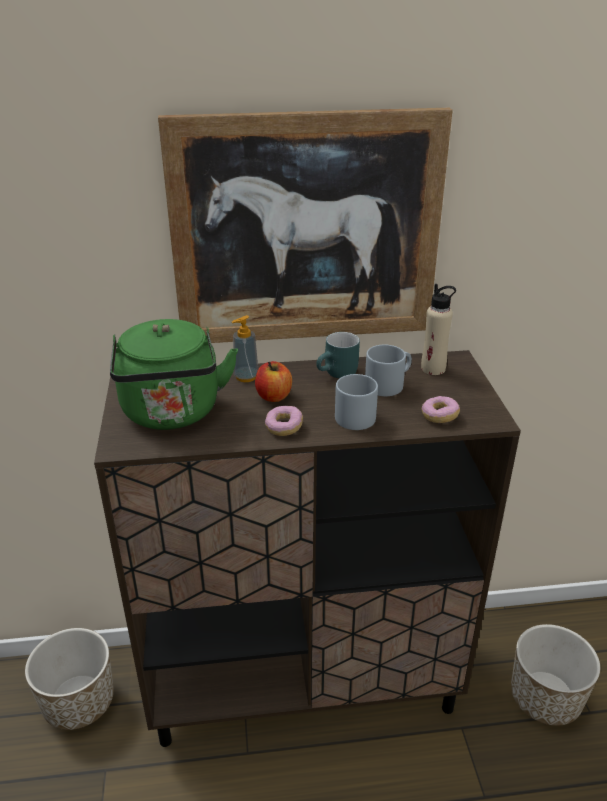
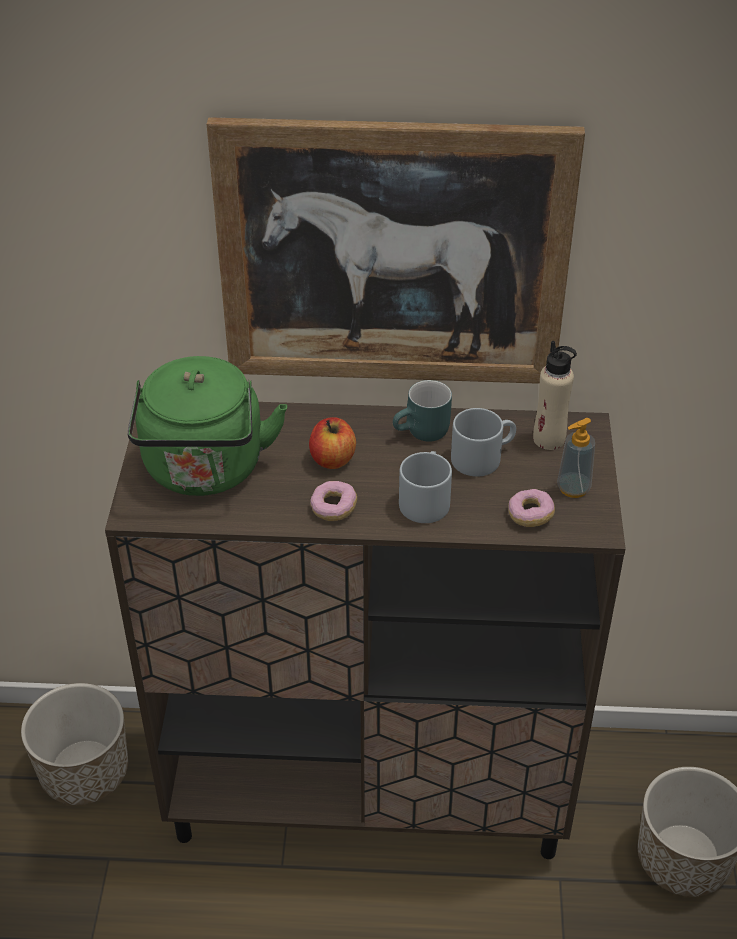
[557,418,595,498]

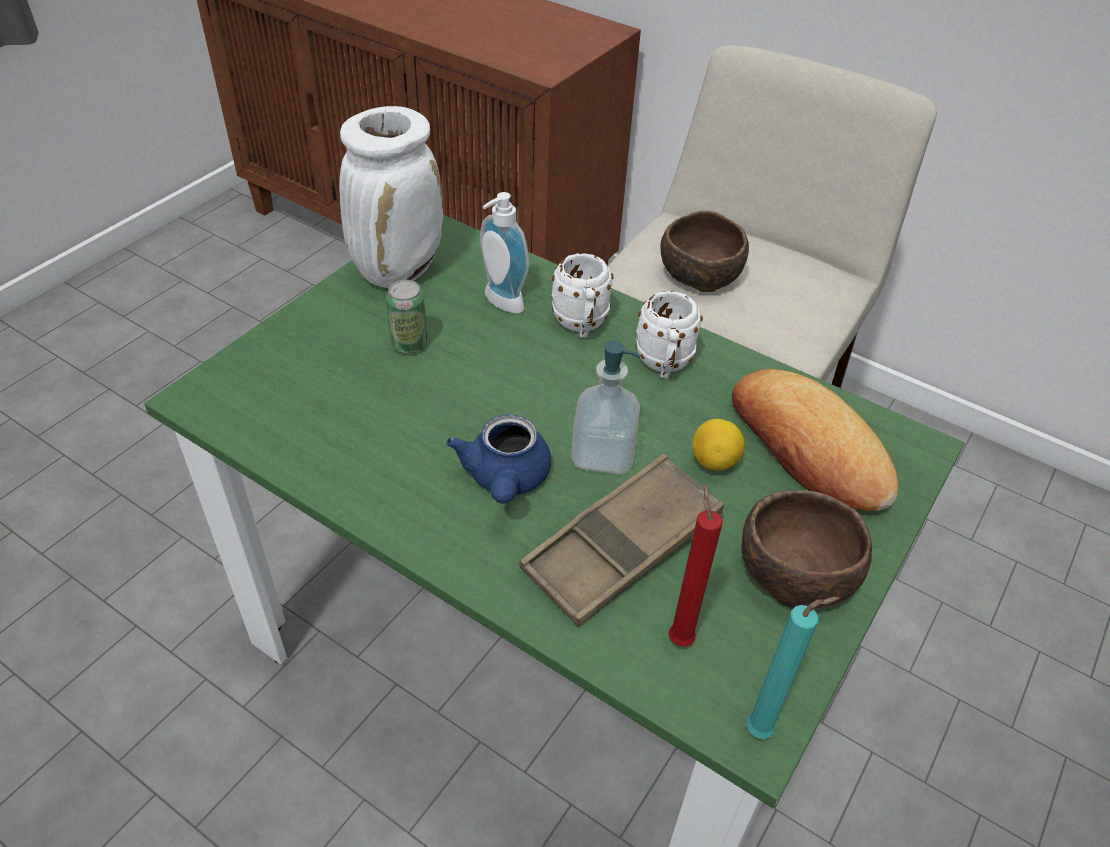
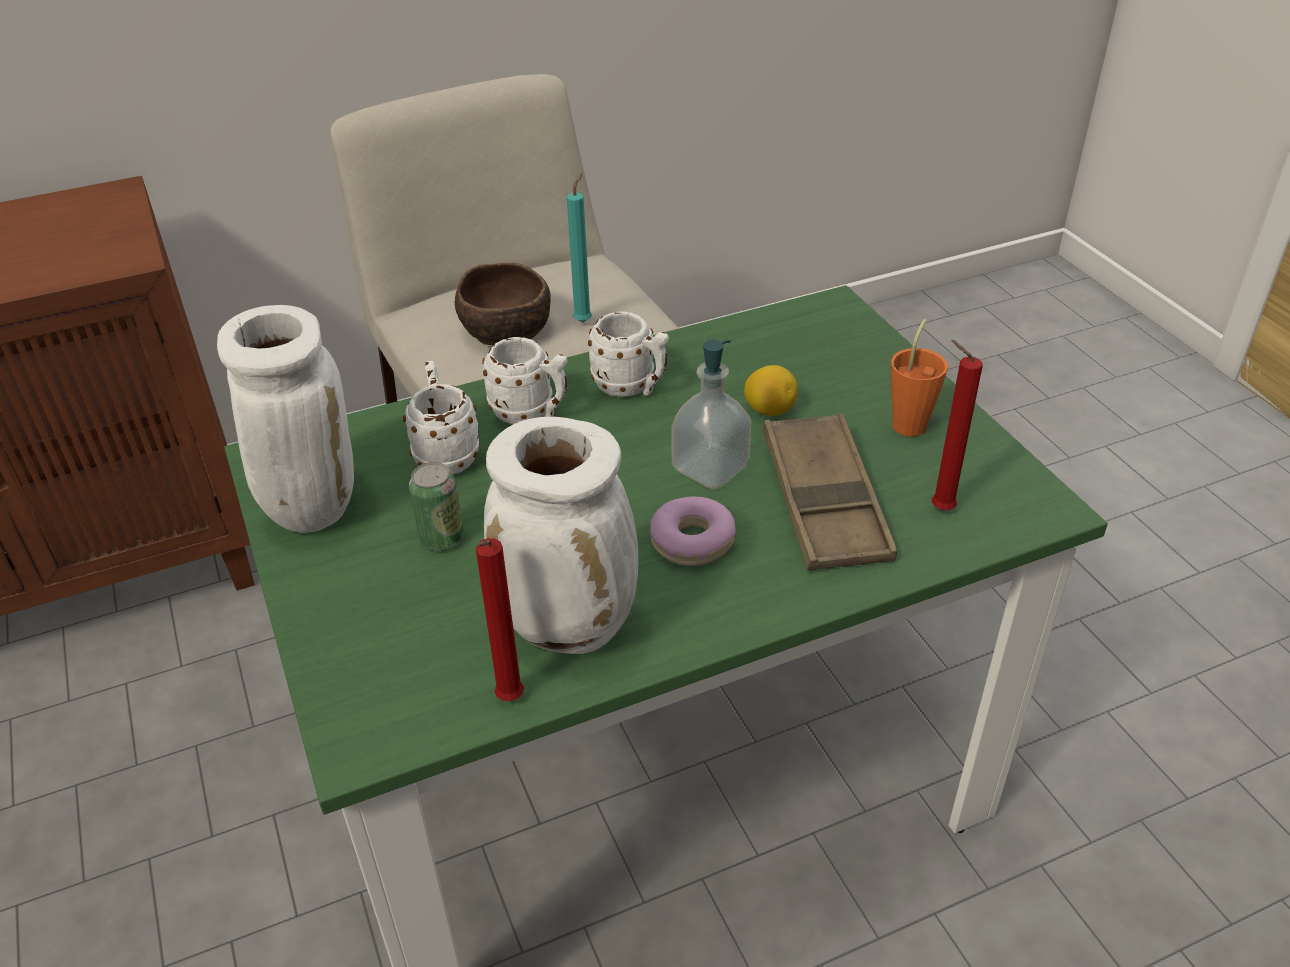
[403,361,479,475]
[732,369,898,511] (first image)
[650,497,736,566]
[891,319,948,437]
[567,173,592,322]
[484,417,638,654]
[476,538,524,701]

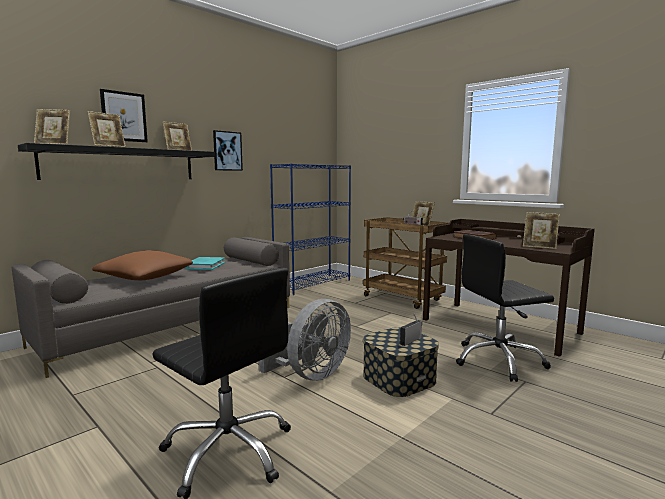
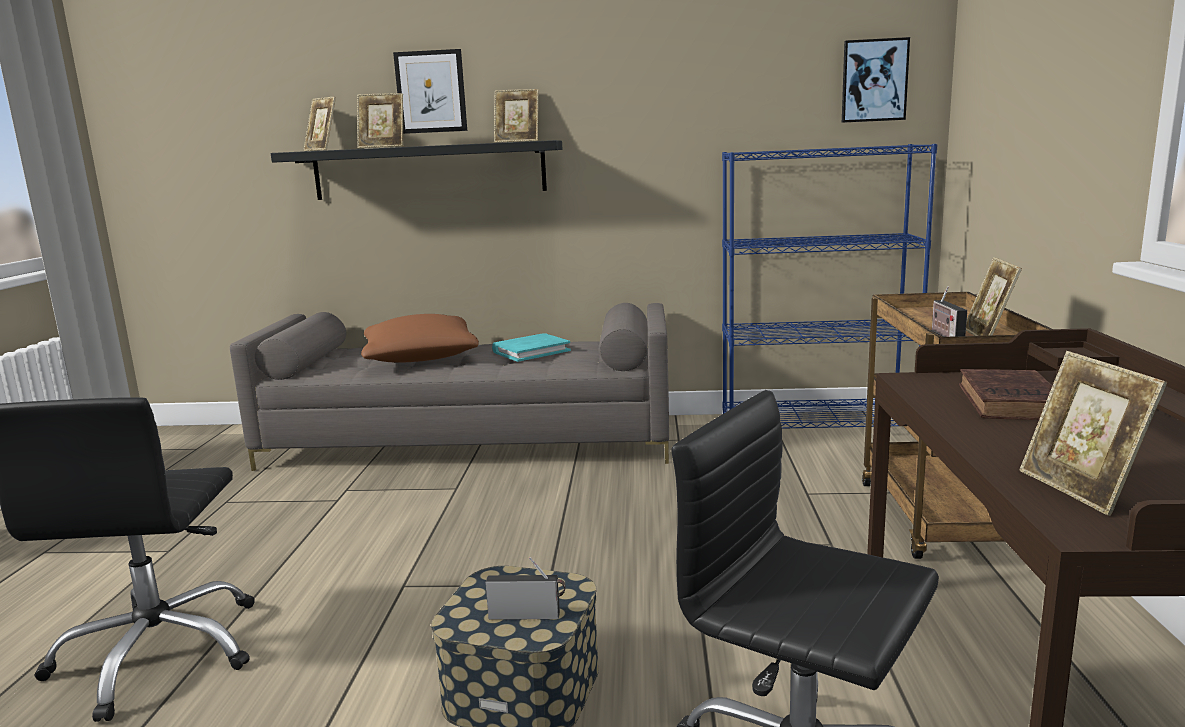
[842,37,910,123]
[259,299,351,381] (first image)

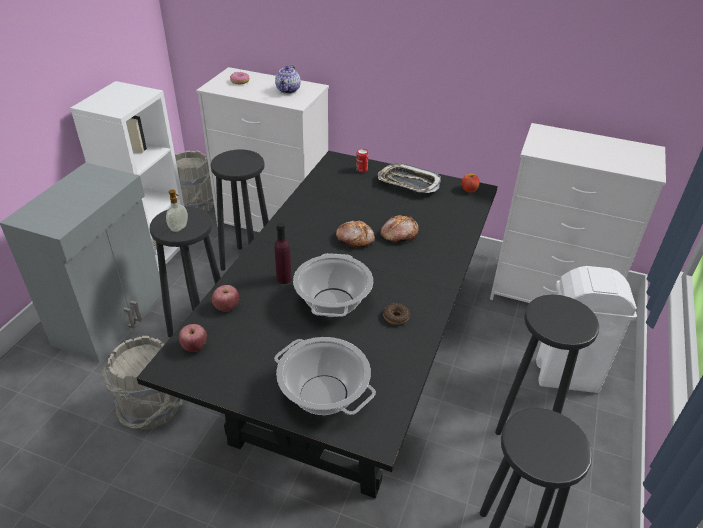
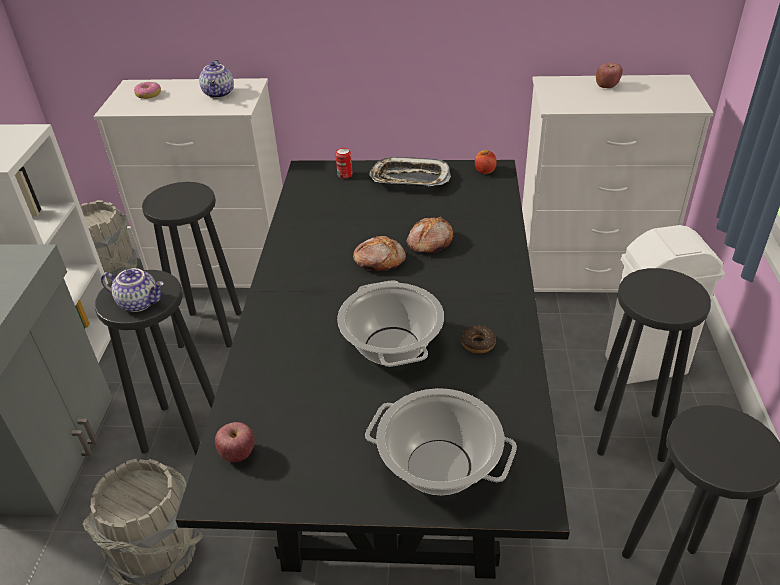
[101,268,164,312]
[274,223,292,284] (first image)
[596,62,623,88]

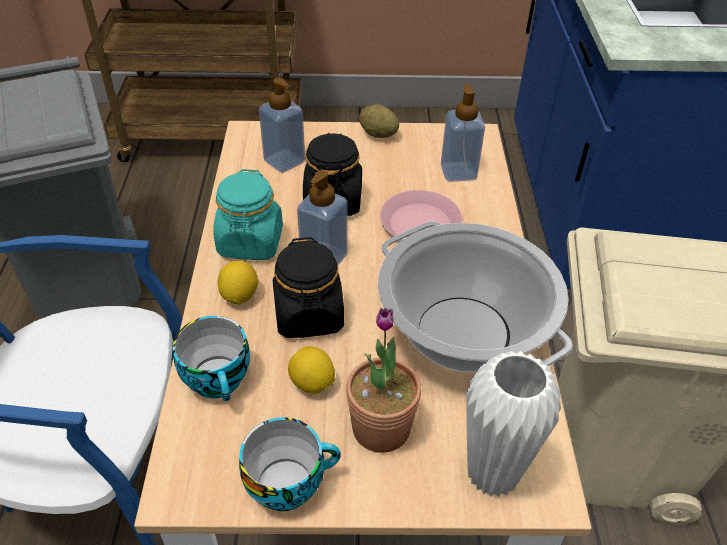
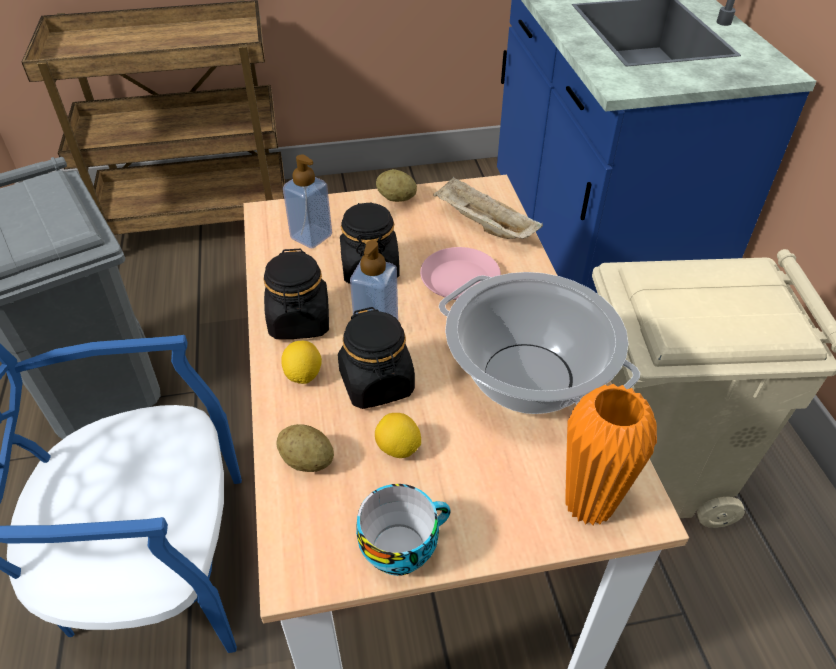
[433,176,543,239]
[263,249,329,339]
[346,308,421,453] (first image)
[276,424,334,472]
[565,384,657,525]

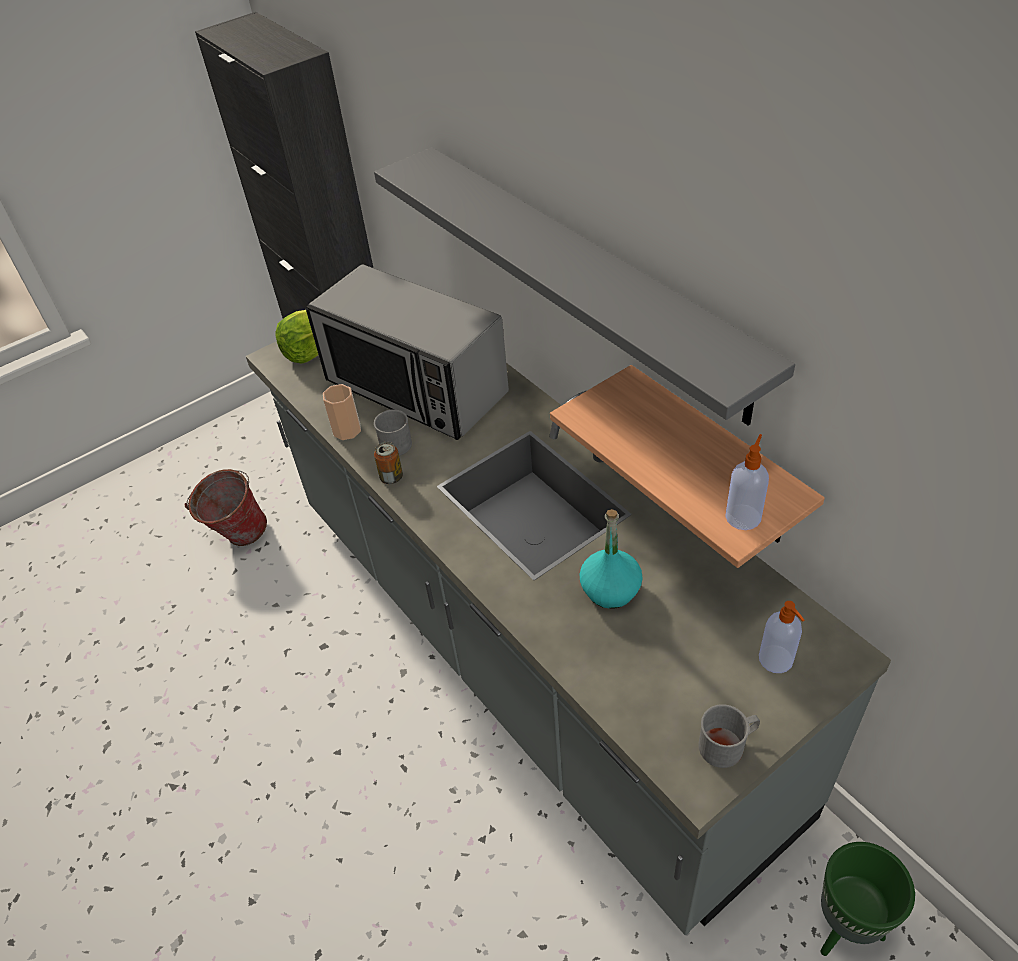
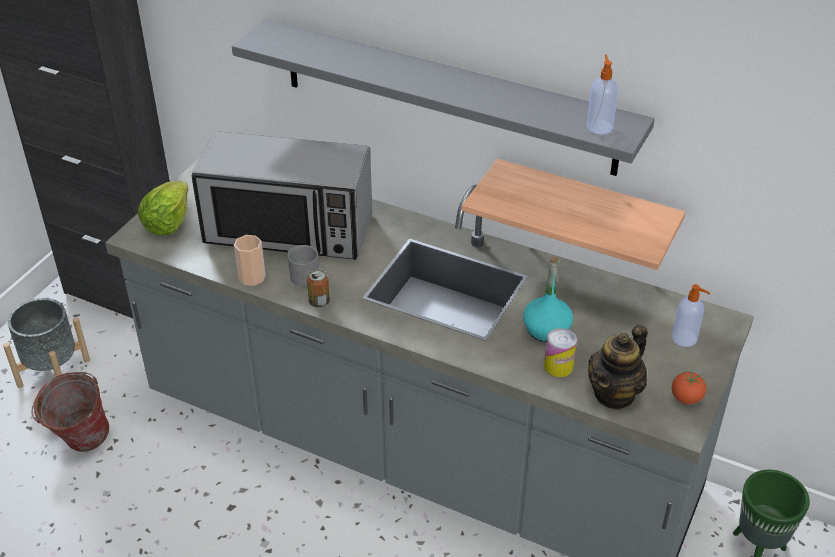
[586,54,618,135]
[672,372,706,404]
[3,298,90,388]
[588,325,648,410]
[544,328,577,377]

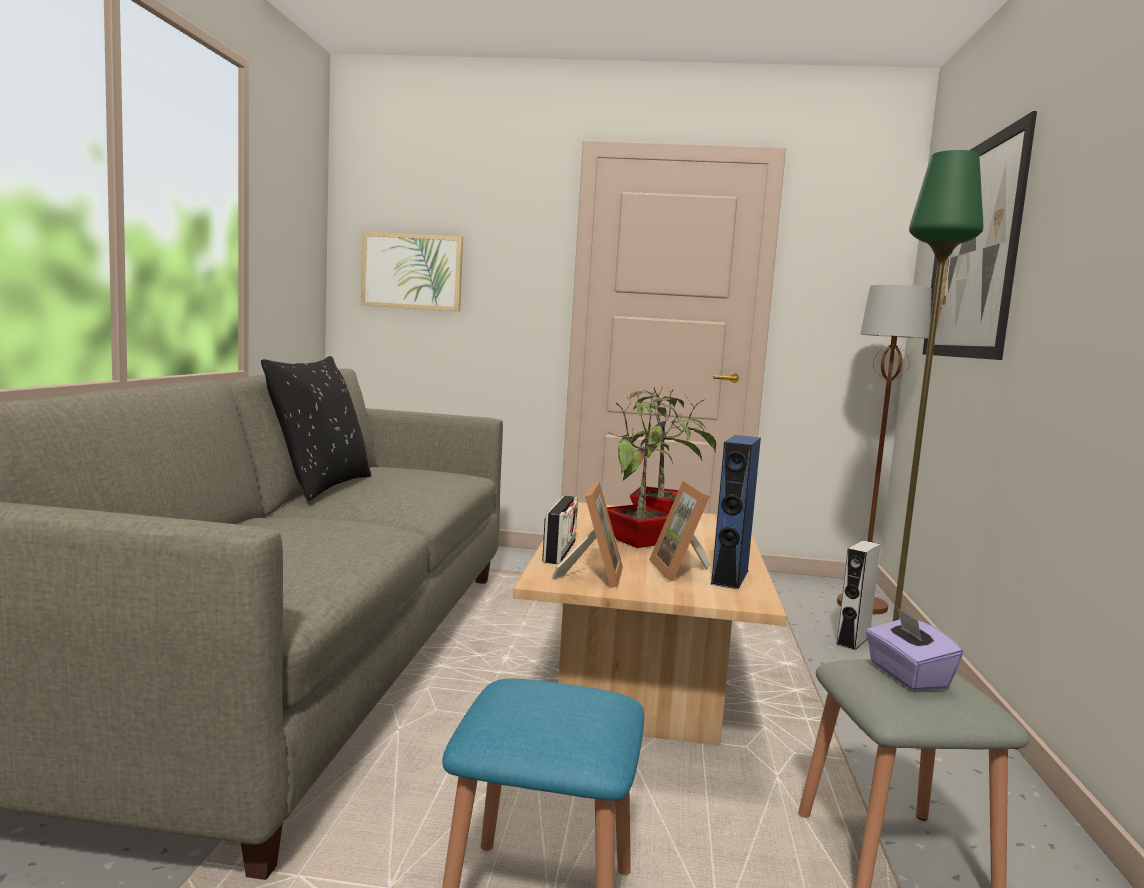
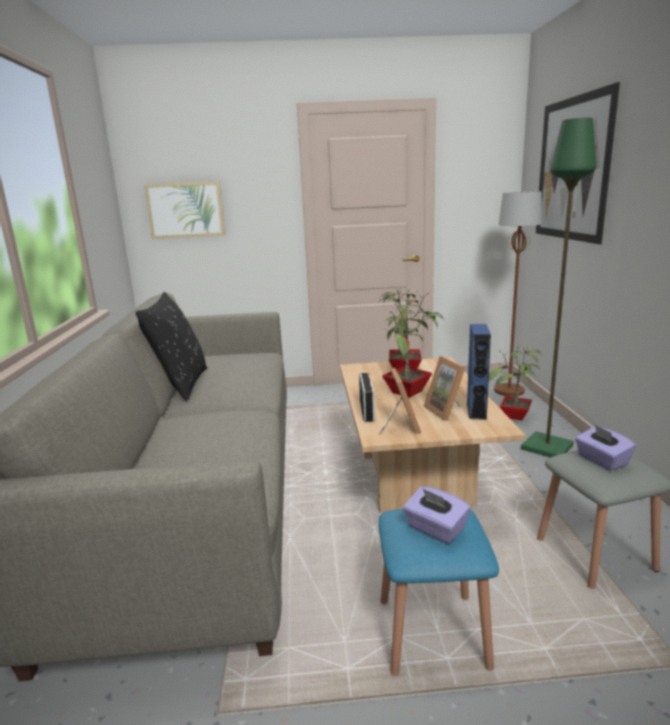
[488,345,543,420]
[403,486,471,544]

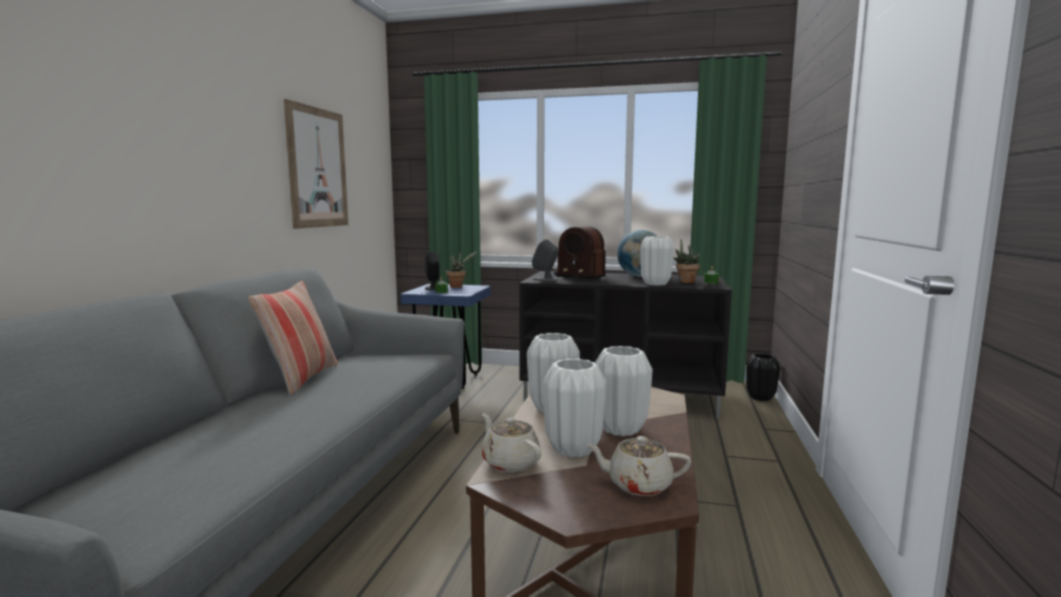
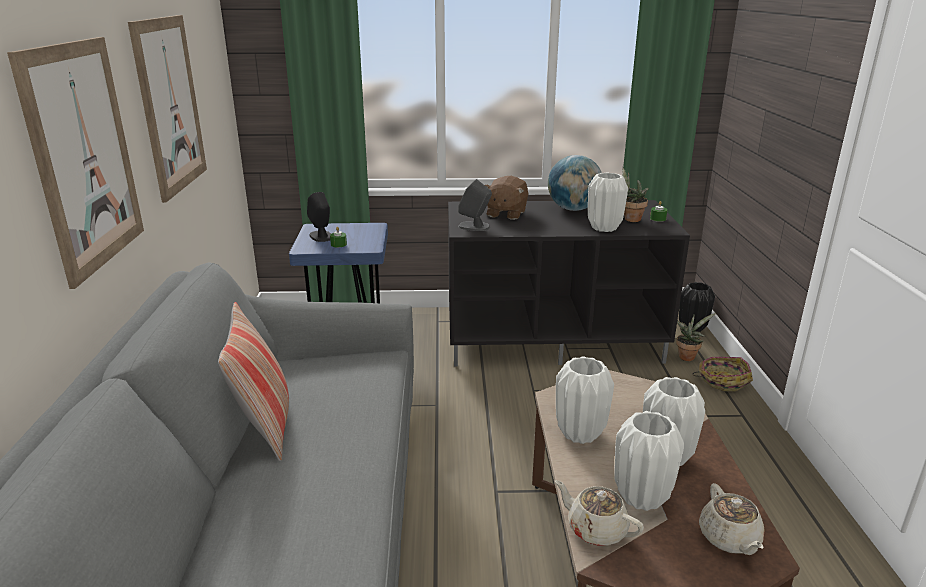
[485,176,528,220]
[676,313,716,361]
[699,483,765,555]
[7,37,144,289]
[693,357,753,391]

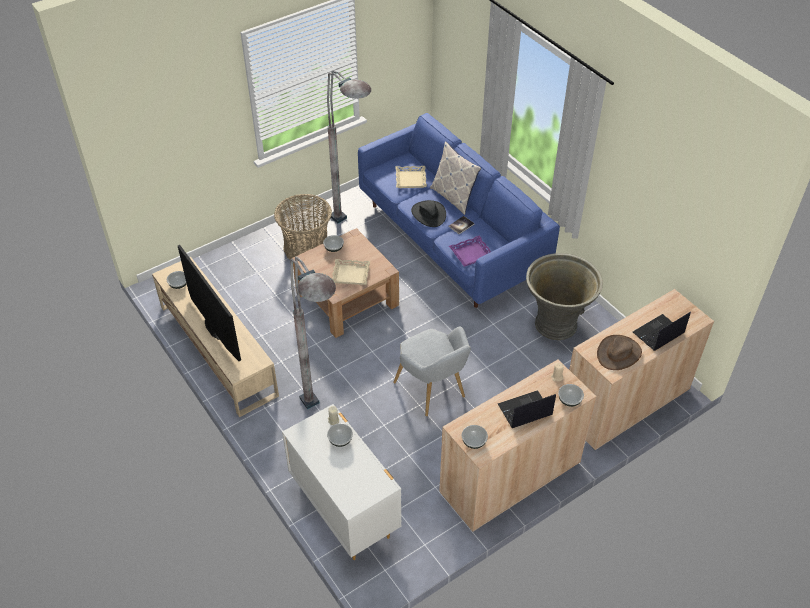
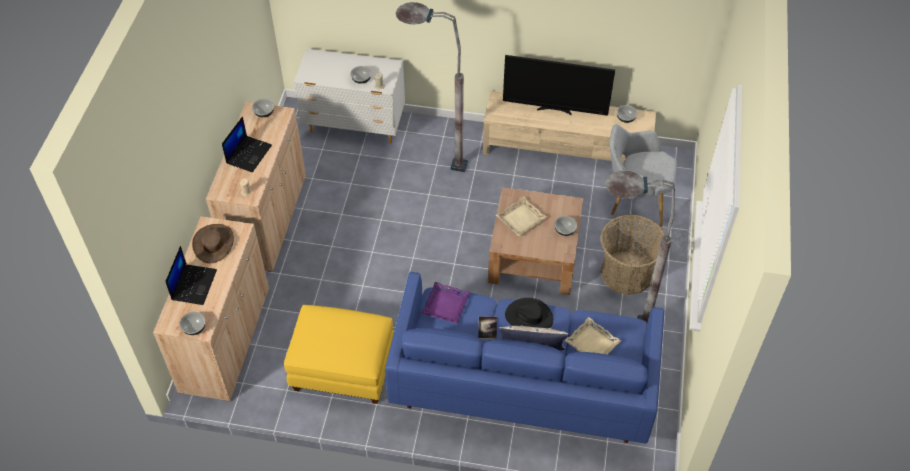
[284,305,394,404]
[610,124,677,227]
[179,312,206,335]

